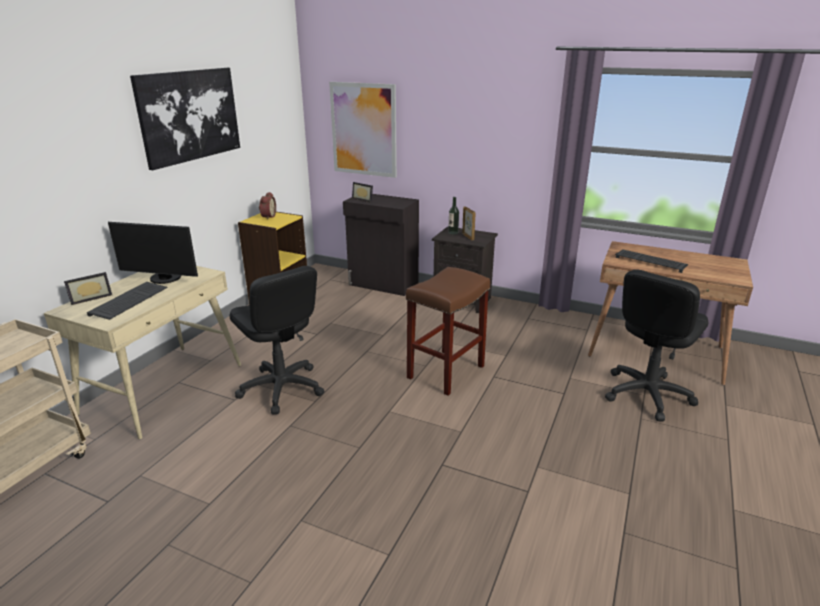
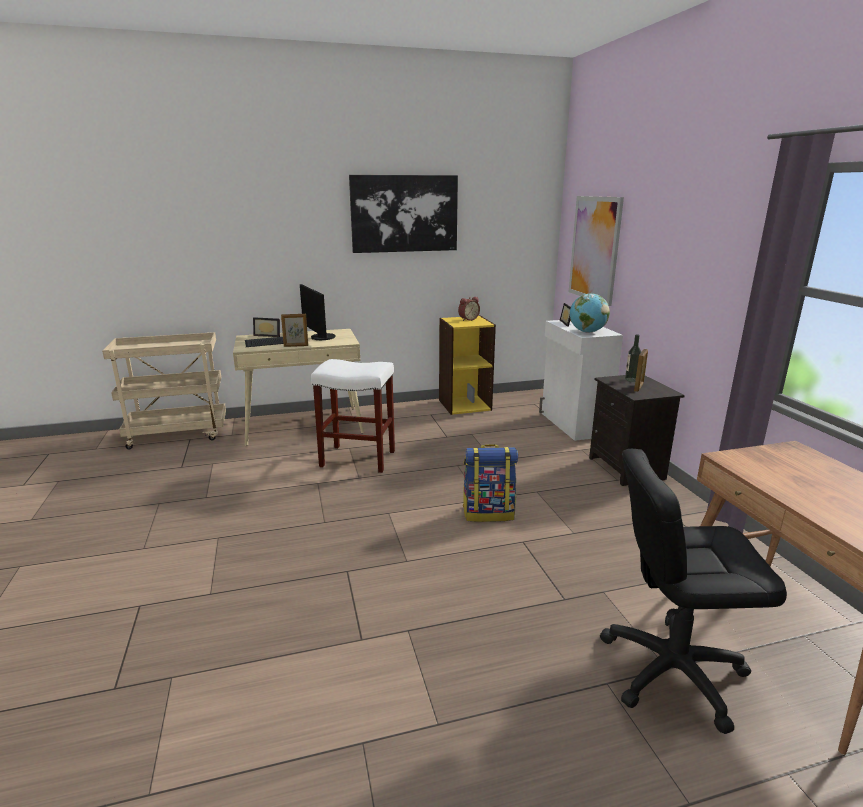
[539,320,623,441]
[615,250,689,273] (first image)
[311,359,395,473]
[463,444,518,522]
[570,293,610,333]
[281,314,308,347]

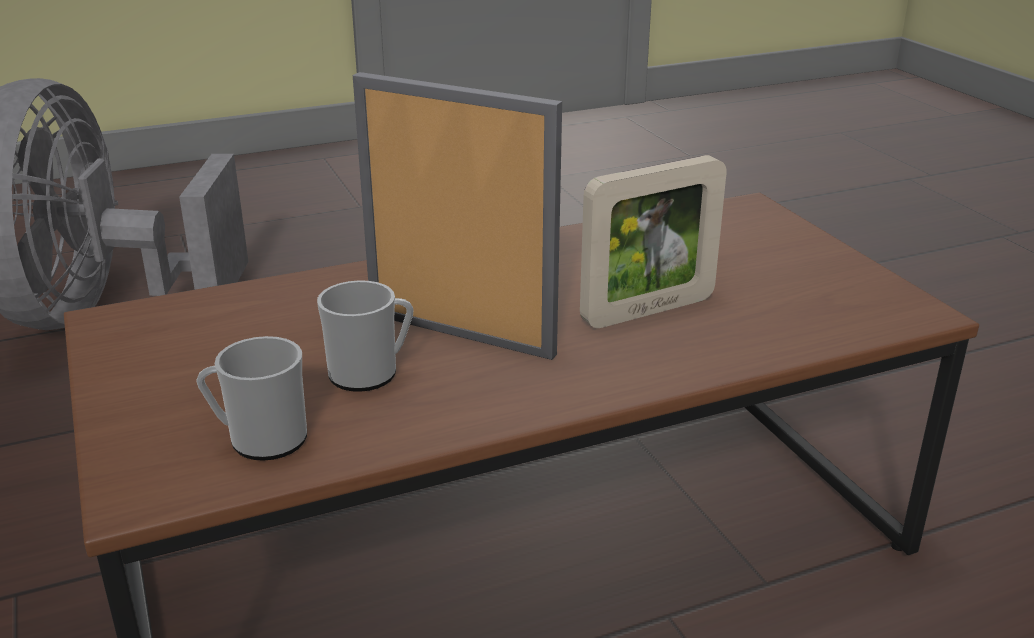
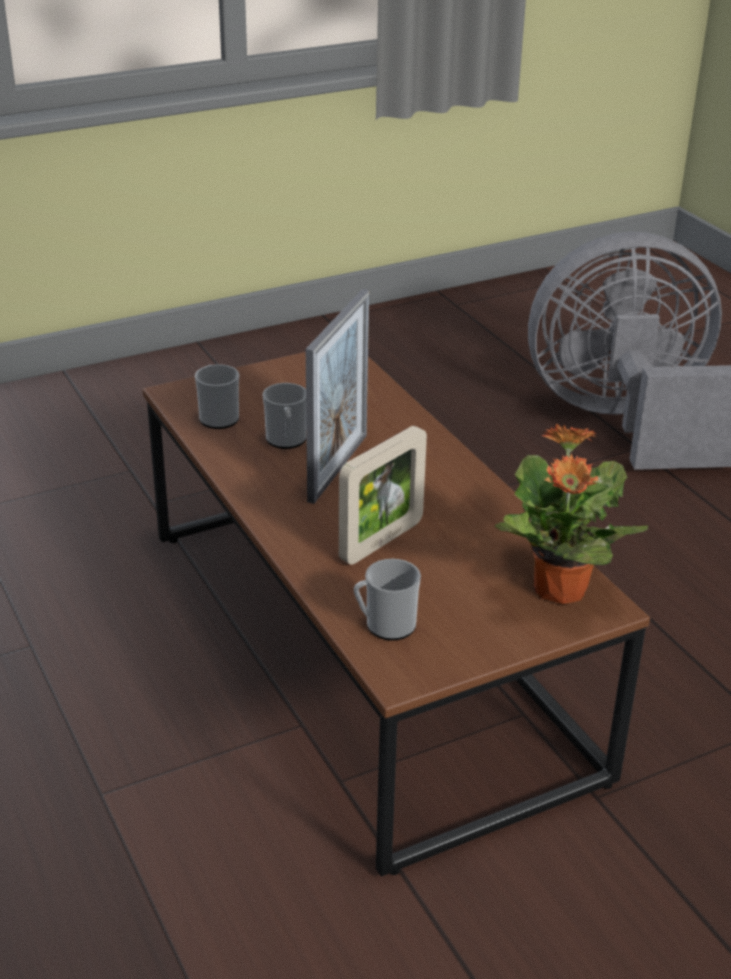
[339,426,427,565]
[495,423,648,604]
[354,559,421,641]

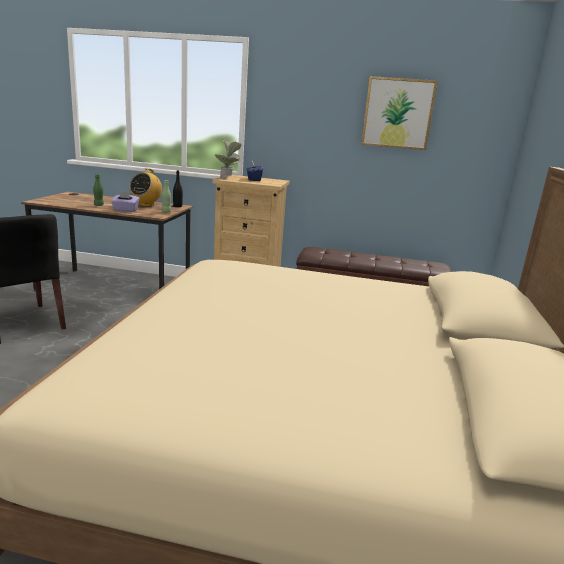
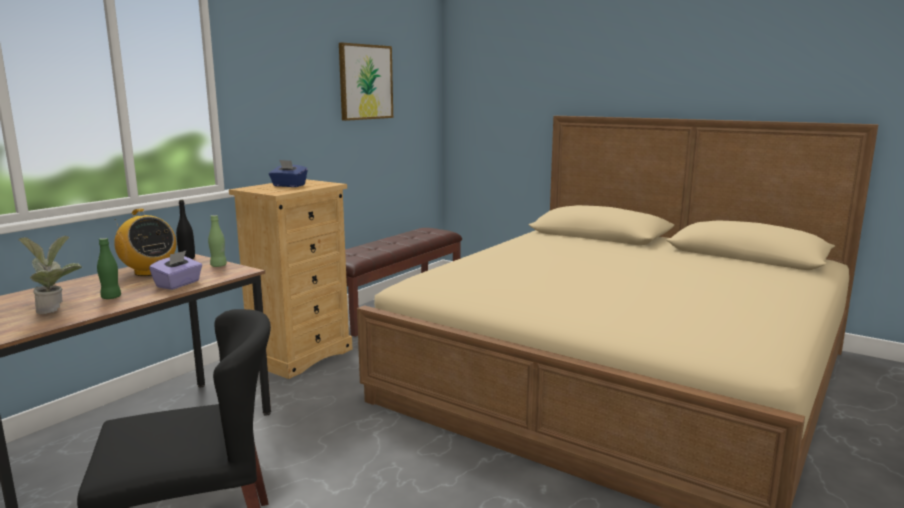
[18,236,82,314]

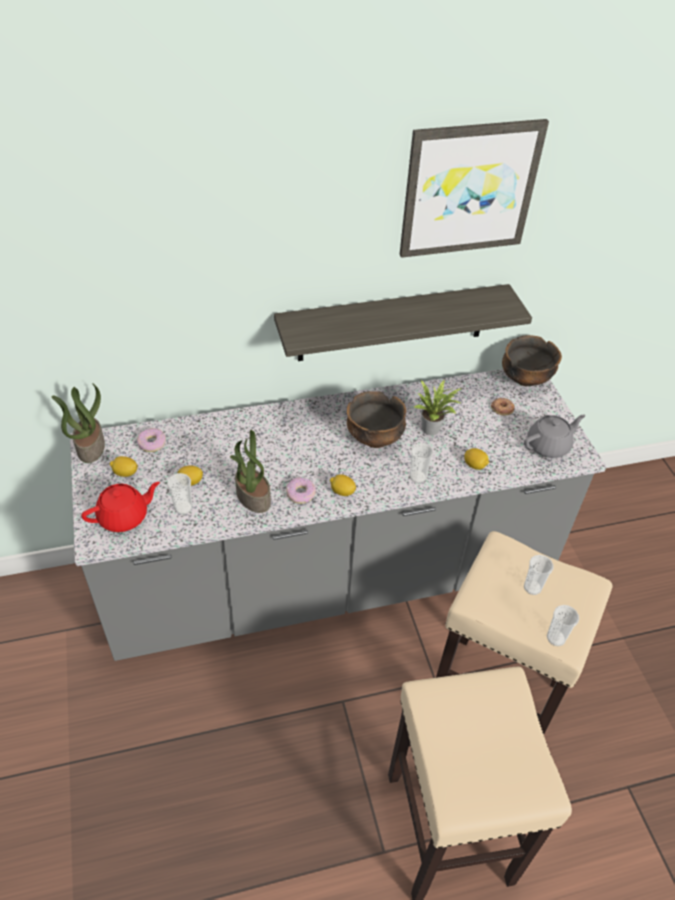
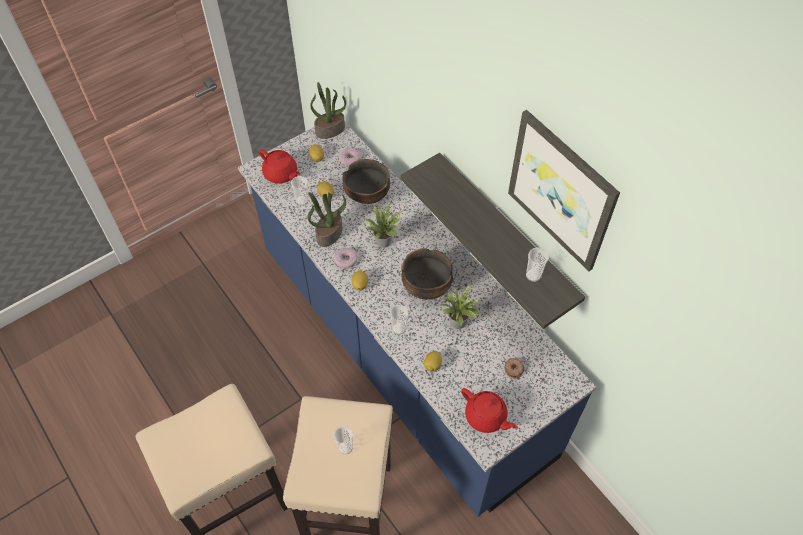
[342,159,390,204]
[238,123,596,517]
[461,388,518,433]
[526,247,549,282]
[362,200,404,248]

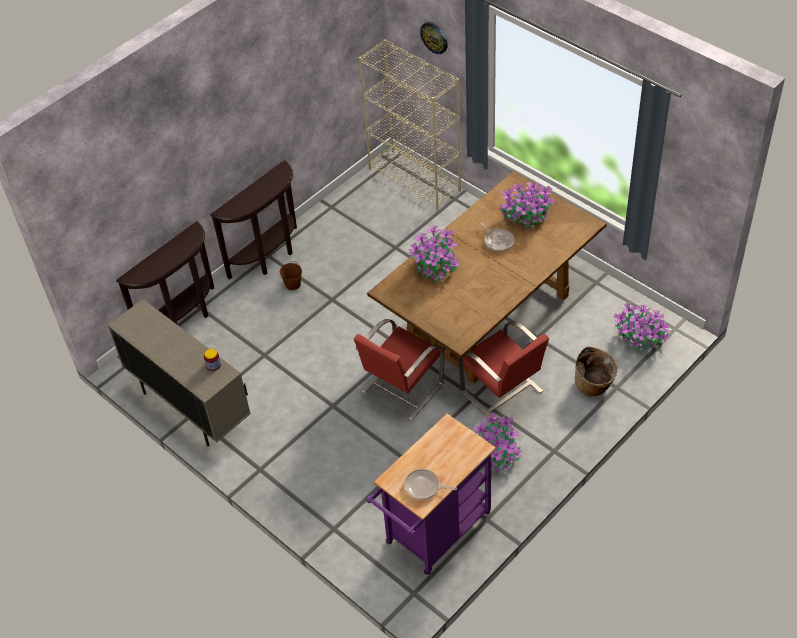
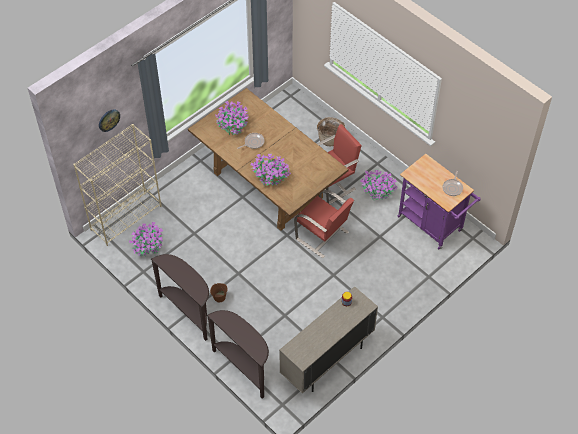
[129,222,163,257]

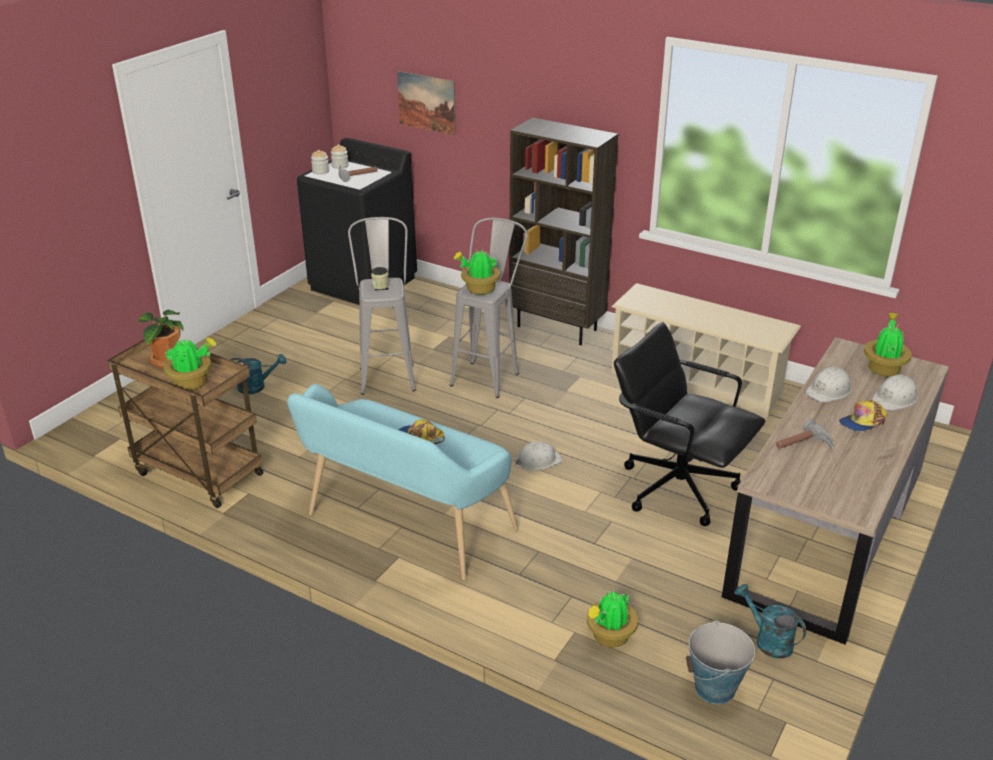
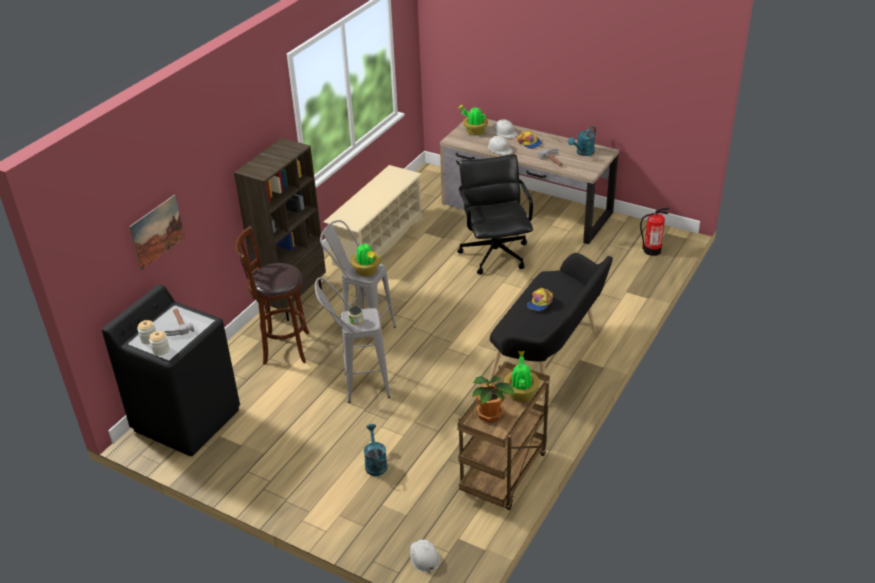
[457,154,533,274]
[489,253,613,405]
[410,539,440,574]
[568,126,596,156]
[587,591,638,647] (first image)
[640,208,669,256]
[235,226,309,365]

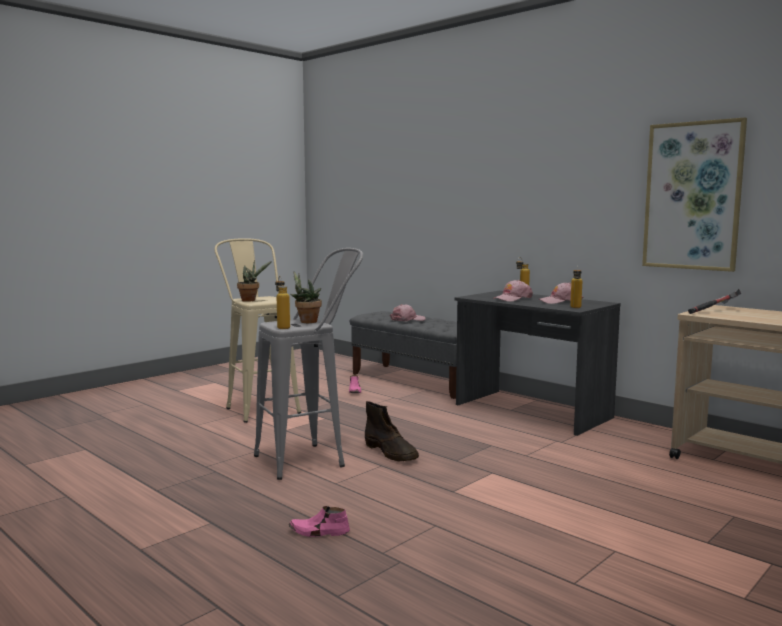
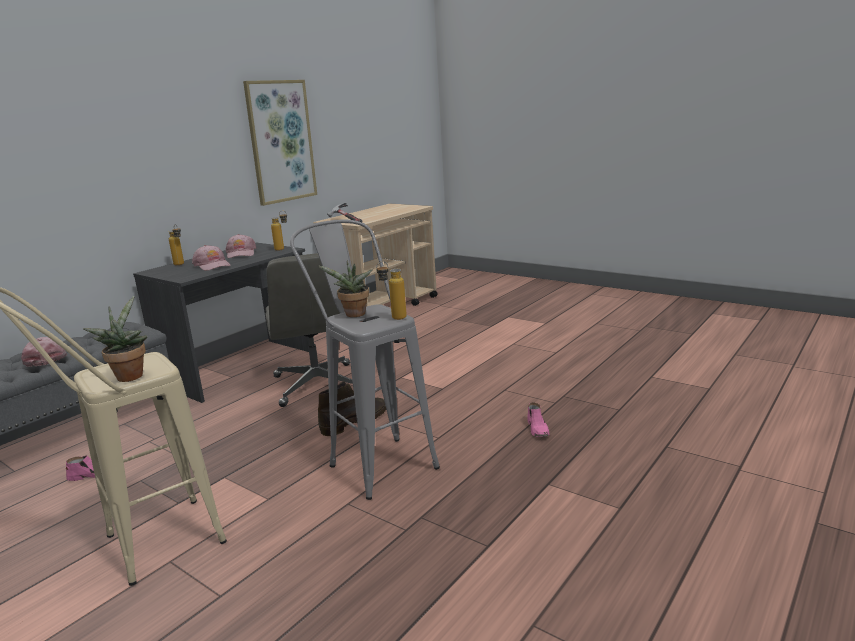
[265,253,353,407]

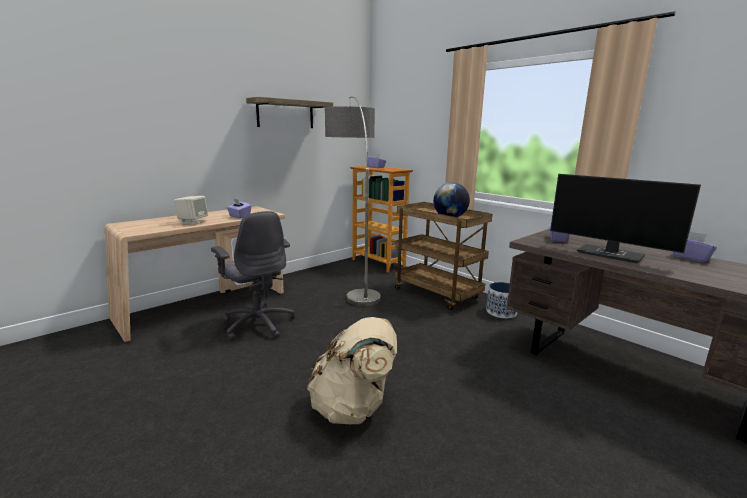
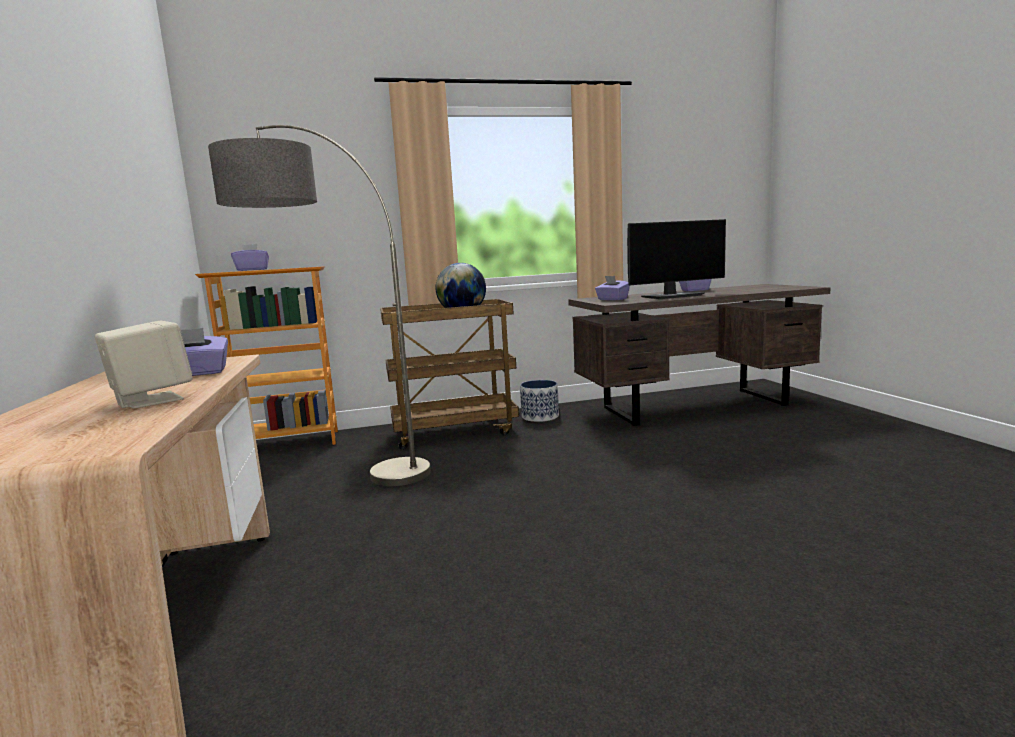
[246,97,333,128] (first image)
[211,211,295,341] (first image)
[307,317,397,424] (first image)

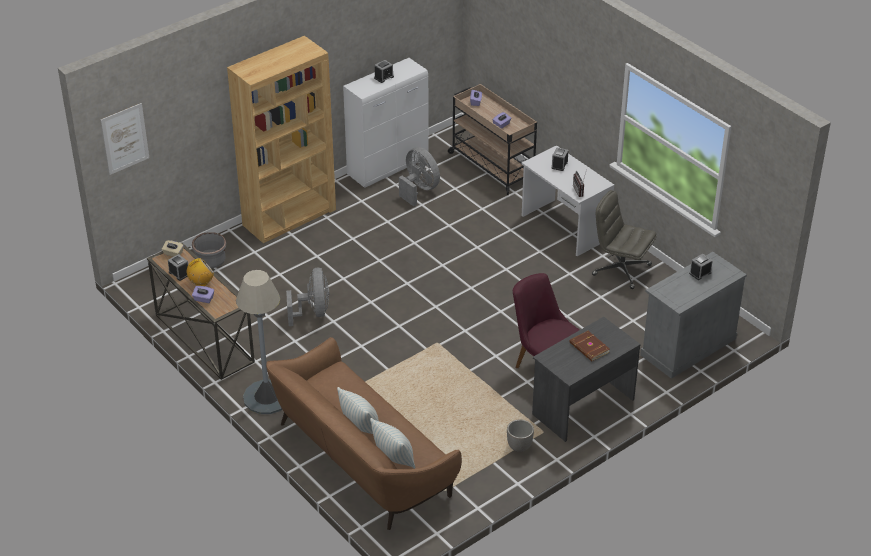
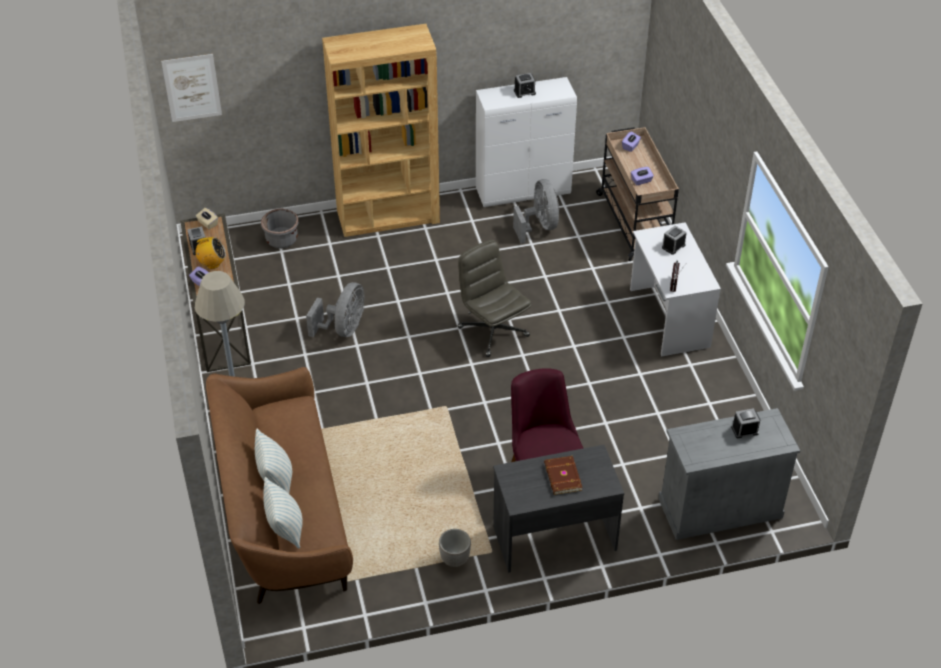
[458,240,532,357]

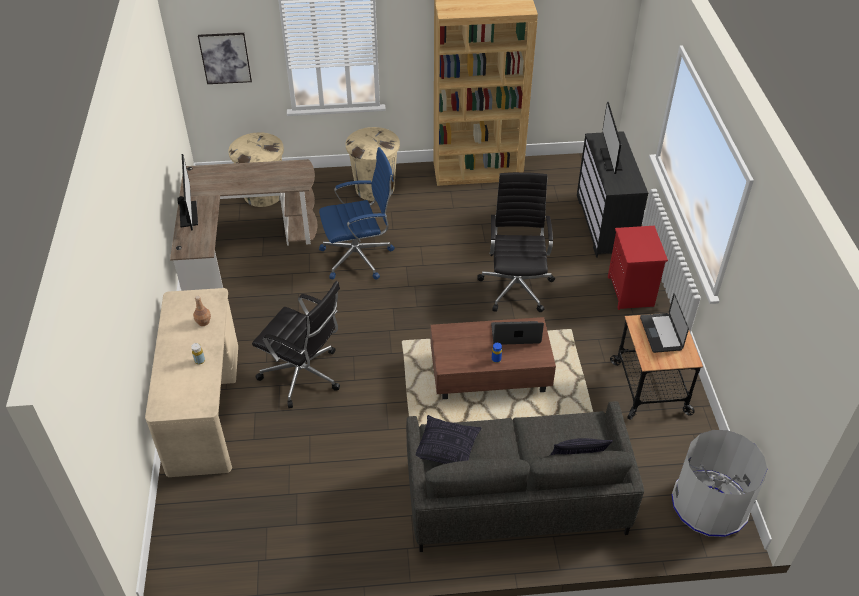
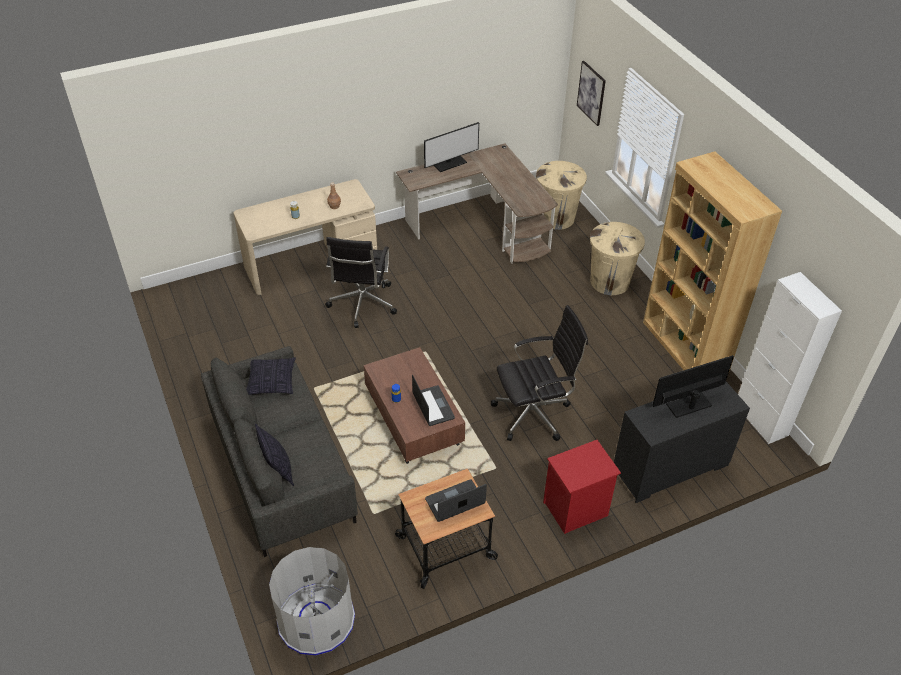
[319,147,395,280] (first image)
[738,272,842,444]

